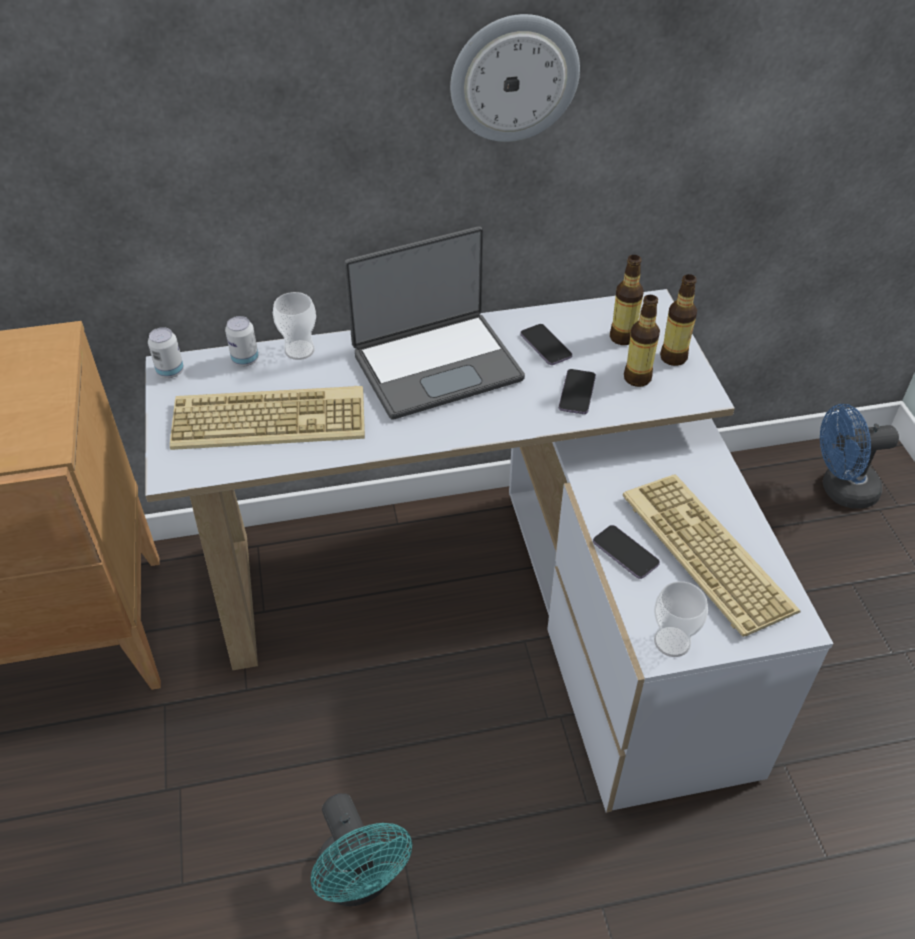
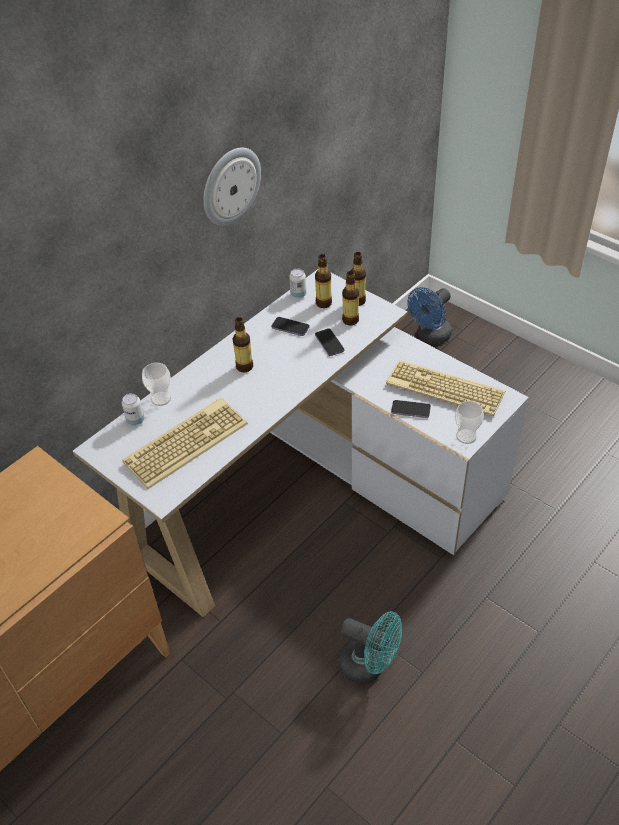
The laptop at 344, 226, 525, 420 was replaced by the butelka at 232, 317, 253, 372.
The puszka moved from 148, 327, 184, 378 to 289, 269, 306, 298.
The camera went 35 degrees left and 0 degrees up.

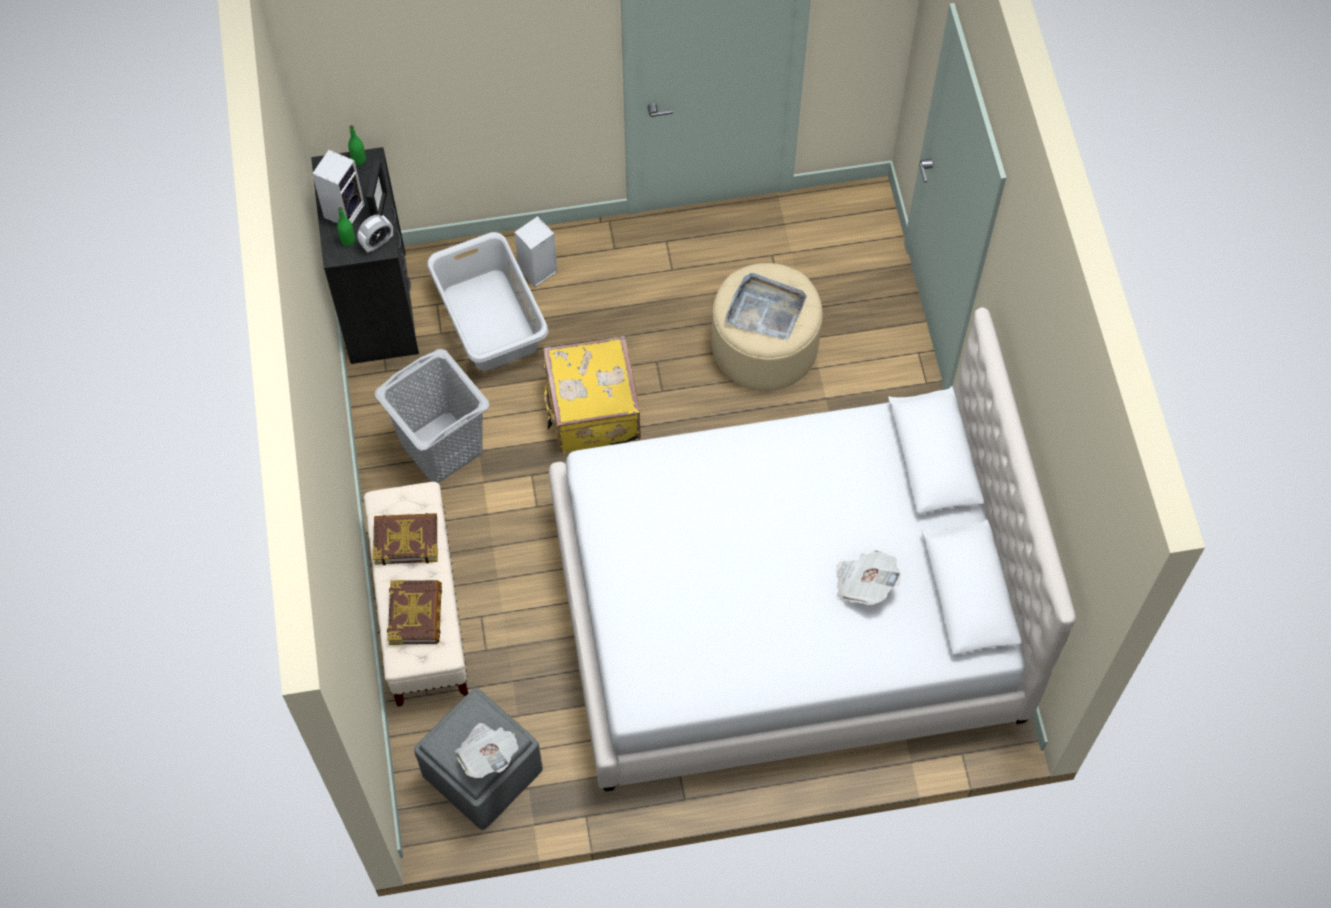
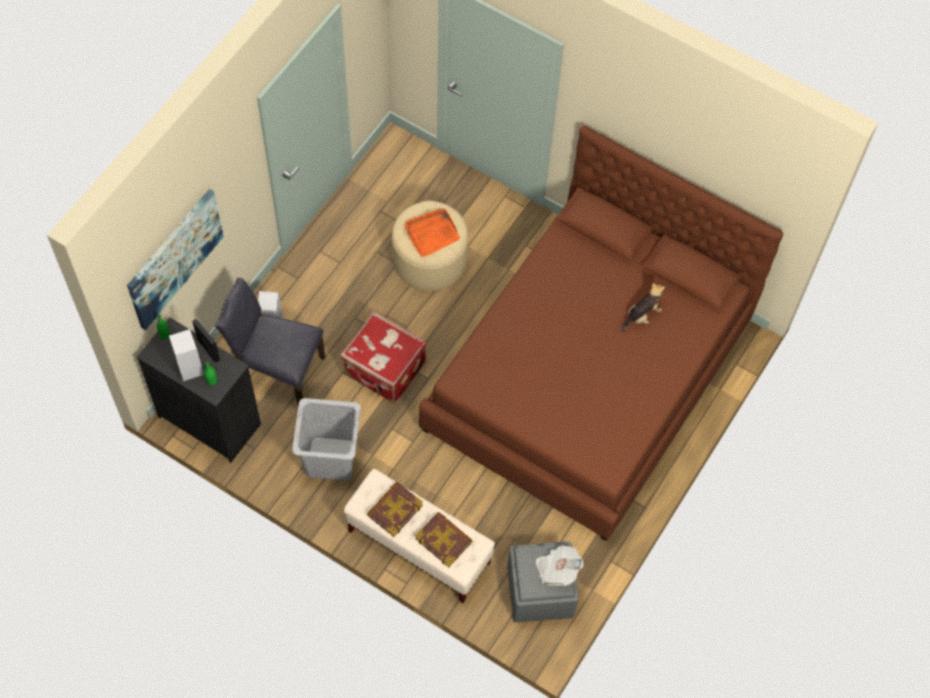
The budzik at 357, 215, 393, 252 disappeared.
The kosz na pranie [szary] at 427, 232, 548, 371 was replaced by the krzesło [szary] at 215, 278, 325, 405.
The taca [szary] at 724, 273, 807, 340 became the taca [pomarańczowy] at 405, 208, 460, 257.
The łóżko [biały] at 549, 307, 1076, 792 became the łóżko [brązowy] at 419, 126, 783, 541.
The walizka [żółty] at 541, 336, 641, 453 became the walizka [czerwony] at 340, 312, 426, 404.
The gazeta at 836, 550, 901, 605 was replaced by the pluszak at 622, 283, 665, 332.
The obraz at 127, 189, 224, 330 appeared.
The camera went 50 degrees left and 0 degrees up.

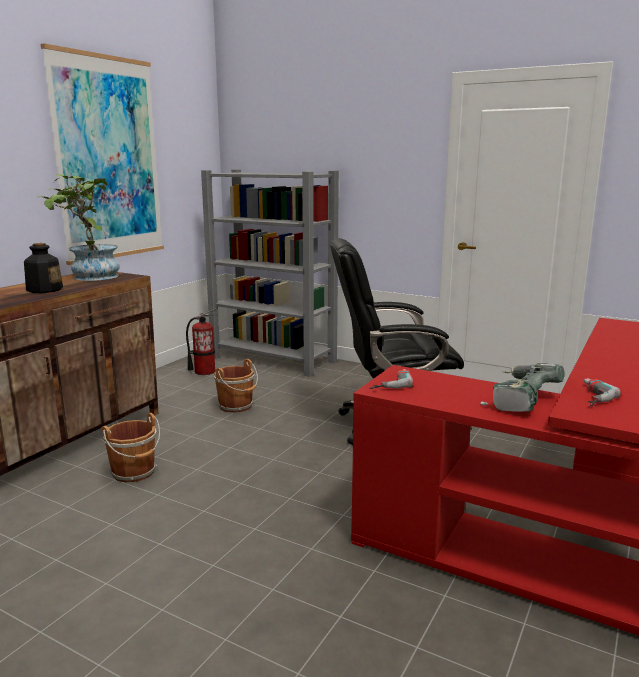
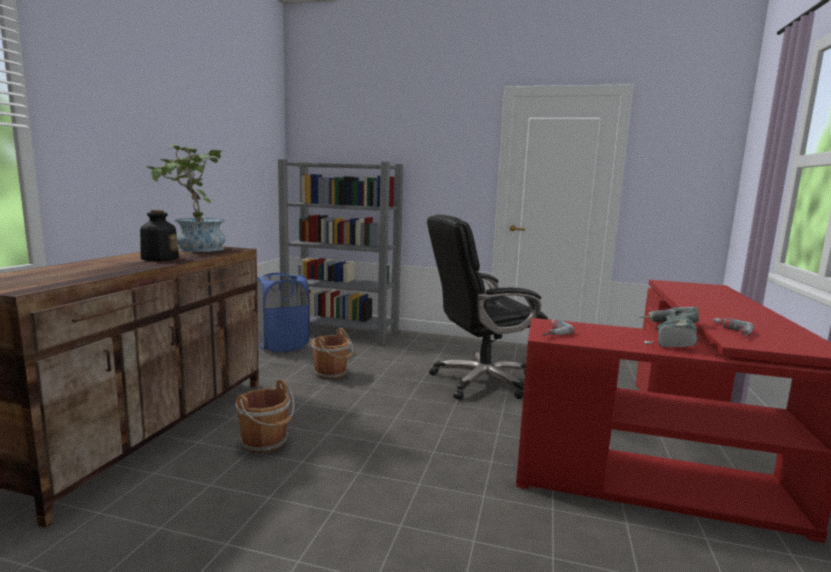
The obraz at 41, 43, 164, 265 disappeared.
The gaśnica at 186, 308, 218, 375 was replaced by the kosz na pranie [niebieski] at 257, 272, 310, 352.
The camera went 15 degrees left and 5 degrees down.

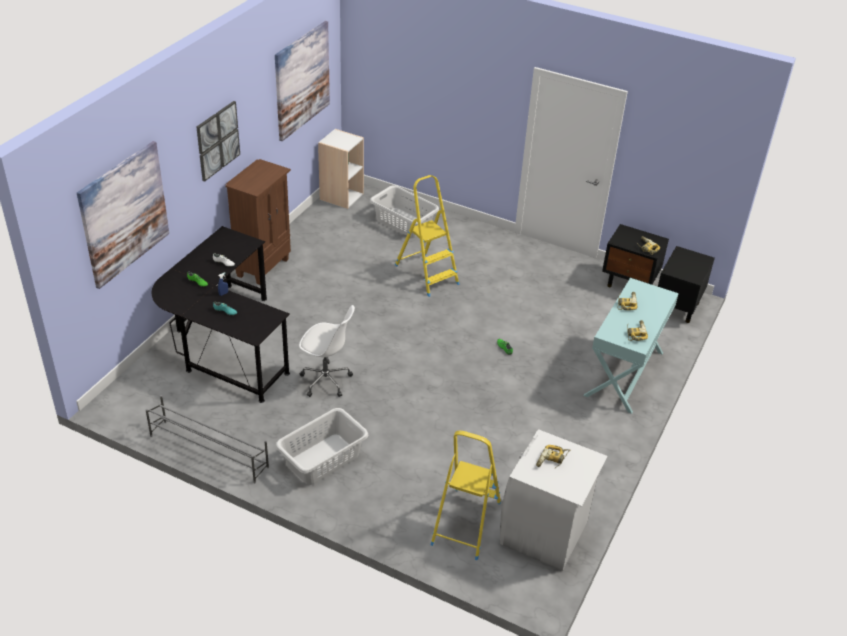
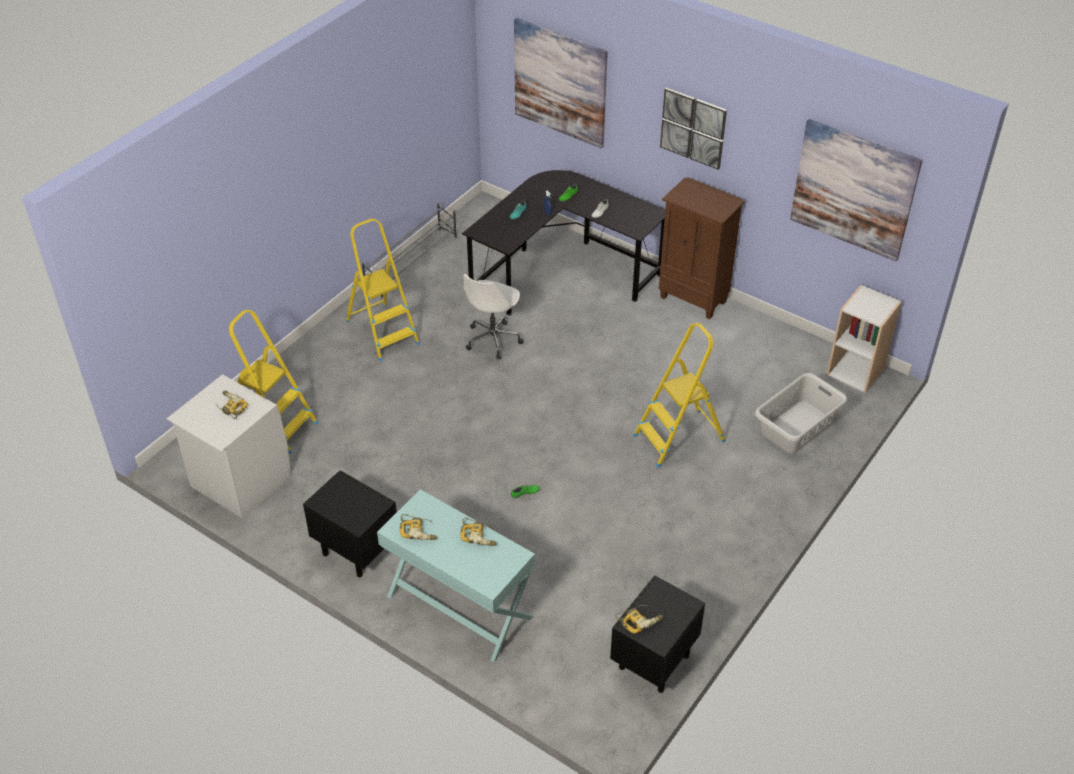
The szafka nocna [czarny] moved from 658, 246, 715, 323 to 303, 470, 397, 577.
The kosz na pranie [szary] at 276, 408, 368, 485 was replaced by the drabinka [żółty] at 346, 219, 420, 362.
The camera went 100 degrees right and 5 degrees up.

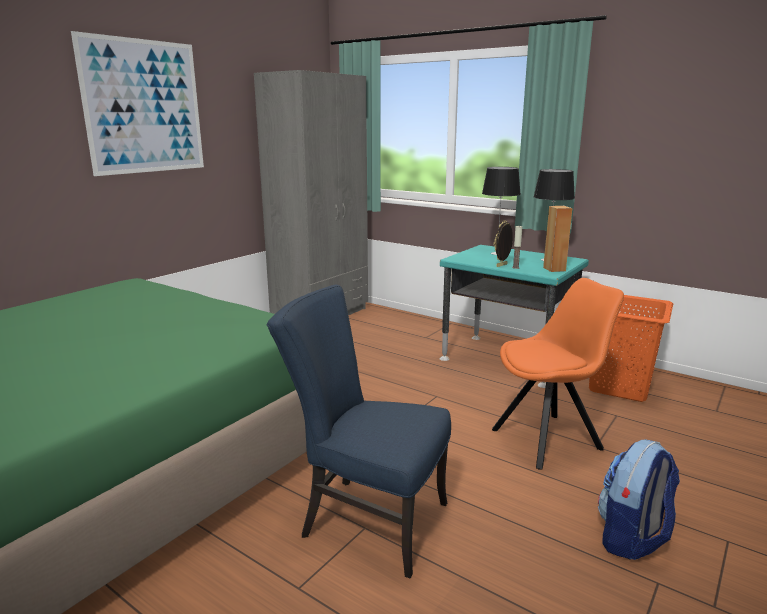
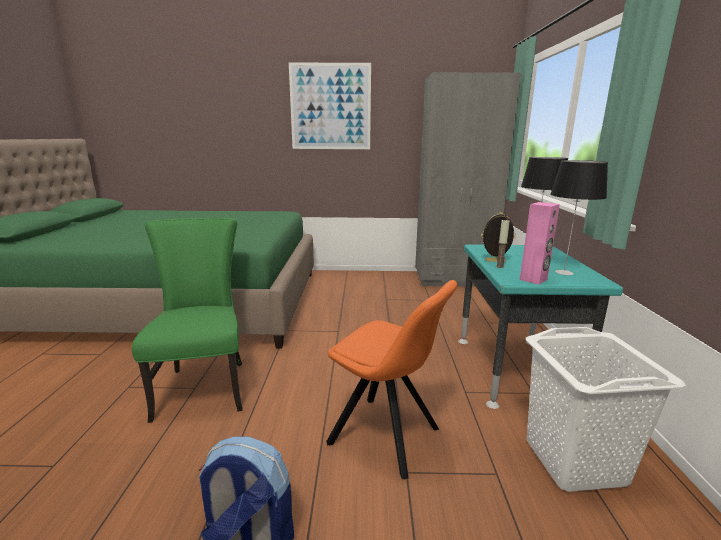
The głośnik [brązowy] at 543, 206, 572, 272 became the głośnik [różowy] at 520, 202, 560, 285.
The krzesło [niebieski] at 267, 285, 451, 579 became the krzesło [zielony] at 132, 218, 243, 423.
The kosz na pranie [pomarańczowy] at 589, 295, 673, 402 became the kosz na pranie [biały] at 526, 327, 686, 492.
The camera went 55 degrees right and 0 degrees up.

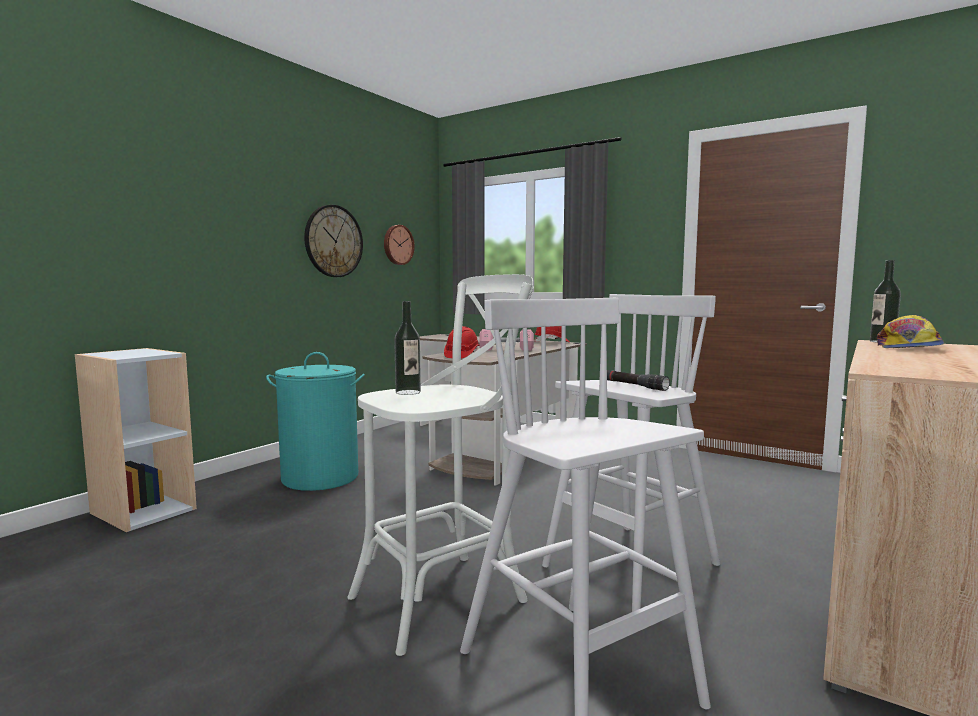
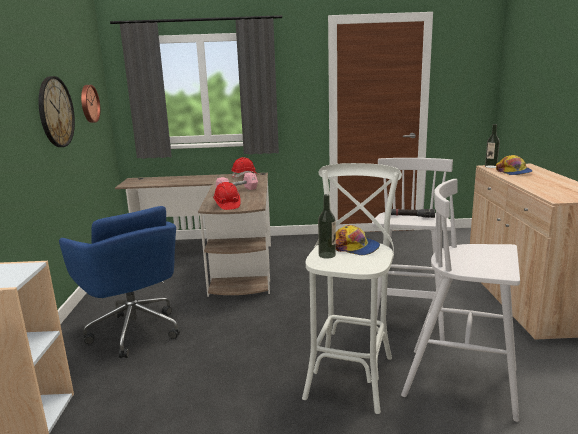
The kosz na pranie [turkusowy] at 266, 352, 365, 491 was replaced by the krzesło biurowe [niebieski] at 59, 206, 180, 358.
The czapka z daszkiem at 336, 225, 380, 255 appeared.
The camera went 35 degrees left and 10 degrees up.

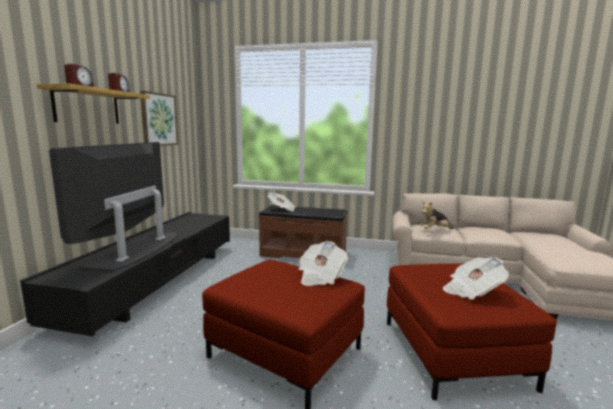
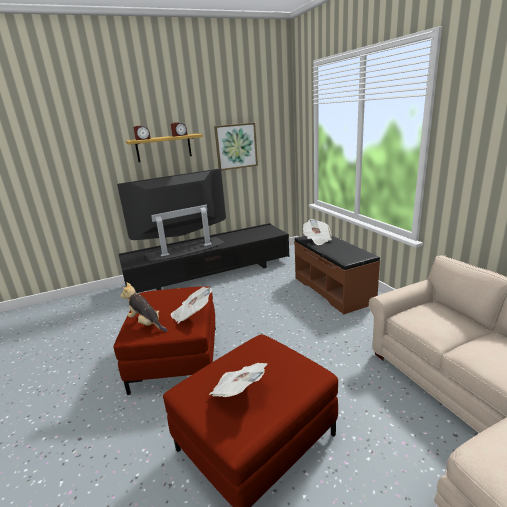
The pluszak moved from 420, 202, 453, 229 to 120, 282, 168, 332.
The camera went 55 degrees right and 10 degrees up.

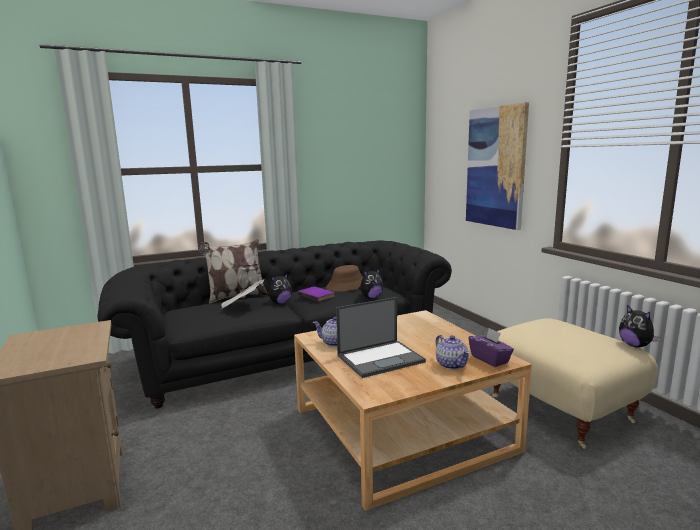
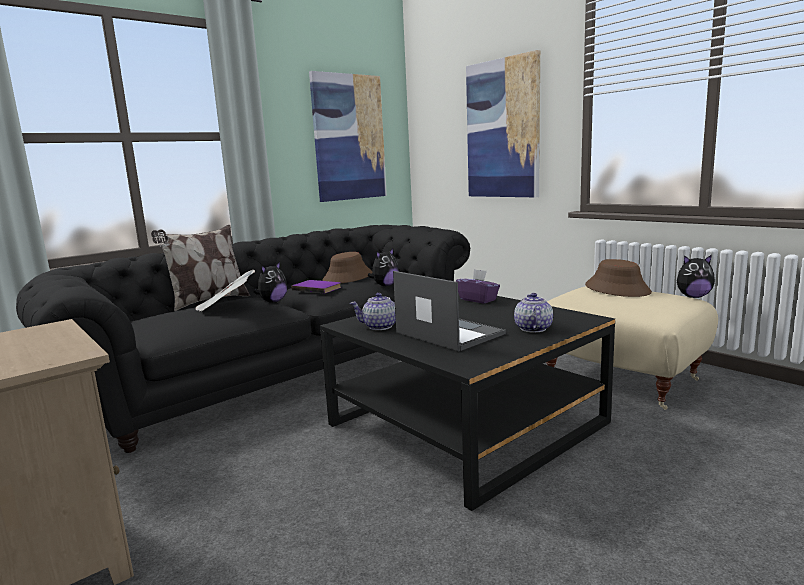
The laptop at 336, 297, 426, 378 turned 90 degrees counterclockwise.
The pluszak at 619, 305, 661, 348 turned 45 degrees counterclockwise.
The ława [beżowy] at 294, 310, 532, 511 became the ława [czarny] at 320, 293, 615, 511.
The pudełko chusteczek [fioletowy] moved from 468, 328, 514, 367 to 456, 269, 500, 304.
The imbryk at 436, 335, 470, 370 turned 135 degrees counterclockwise.
The obraz at 309, 71, 387, 202 appeared.
The kapelusz [brązowy] at 585, 259, 652, 297 appeared.
The camera went 15 degrees left and 0 degrees up.

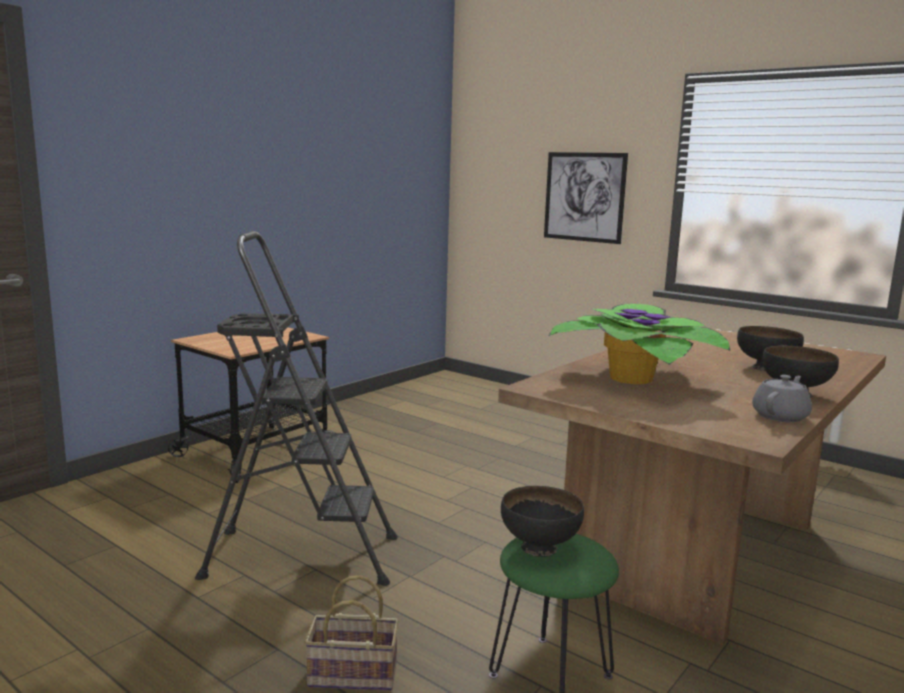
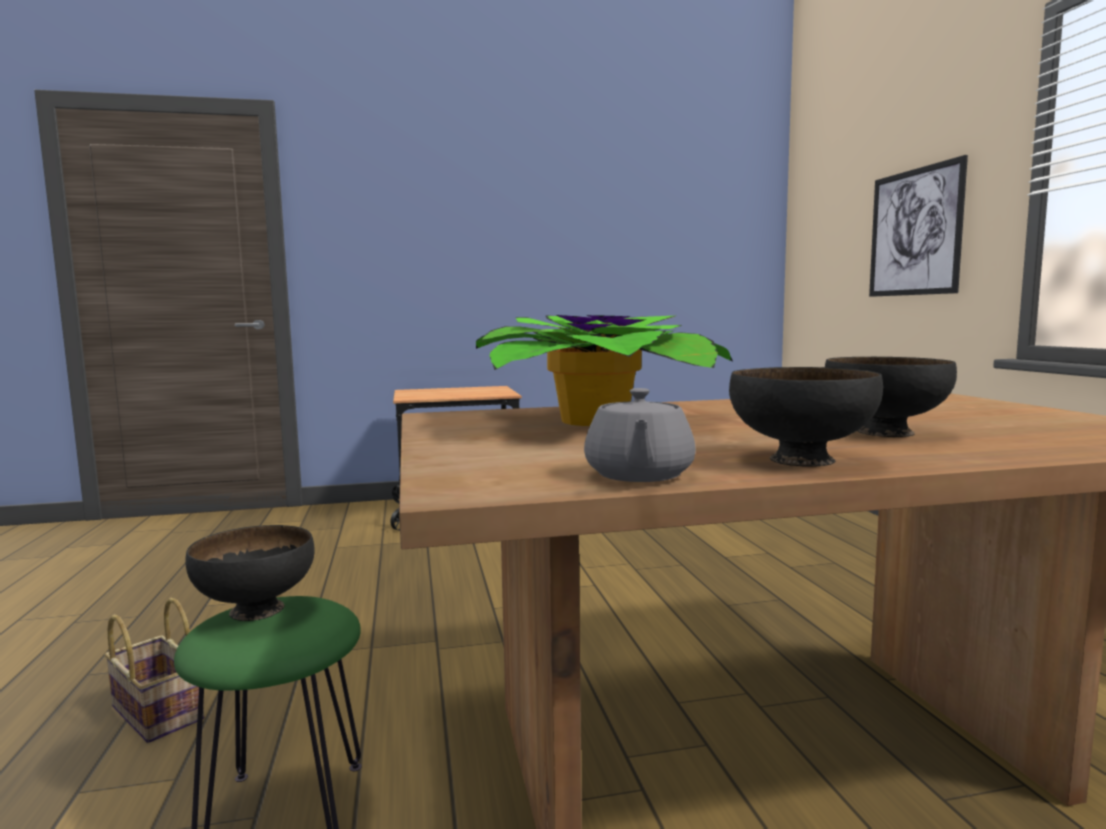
The drabinka at 195, 231, 398, 586 disappeared.
The imbryk [szary] at 752, 375, 812, 422 turned 105 degrees clockwise.
The camera went 40 degrees right and 5 degrees down.

